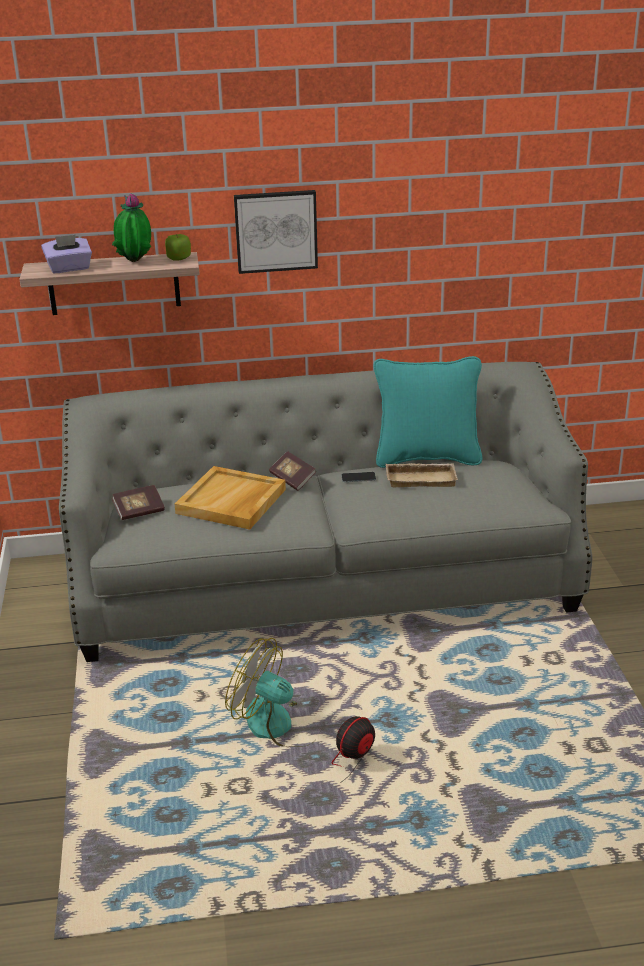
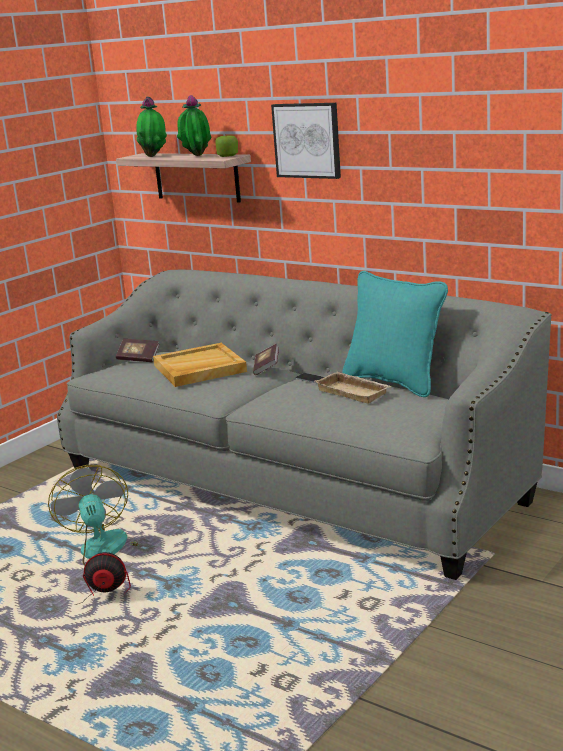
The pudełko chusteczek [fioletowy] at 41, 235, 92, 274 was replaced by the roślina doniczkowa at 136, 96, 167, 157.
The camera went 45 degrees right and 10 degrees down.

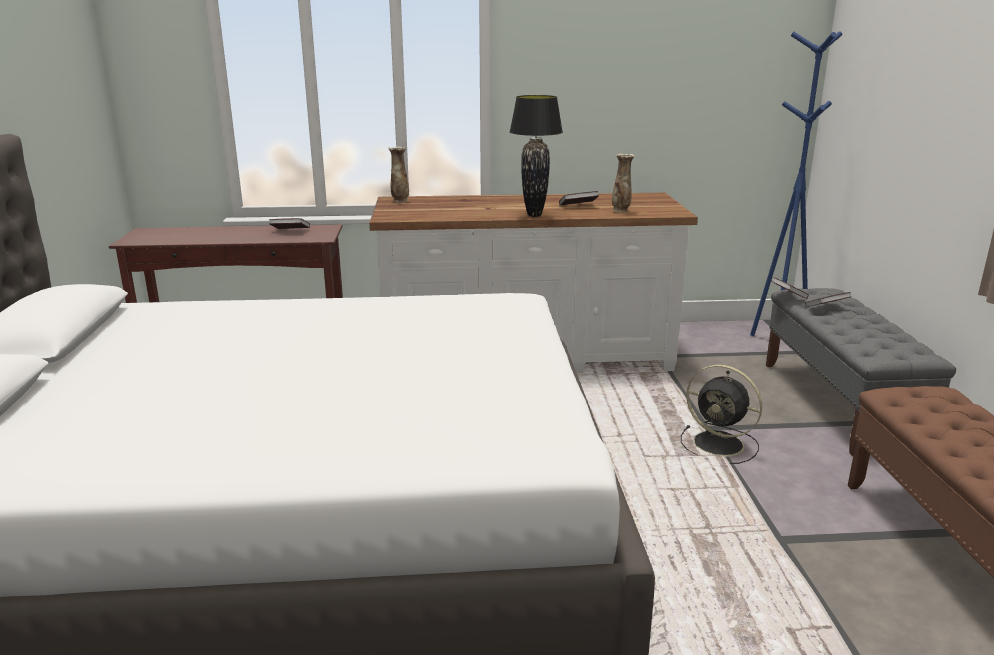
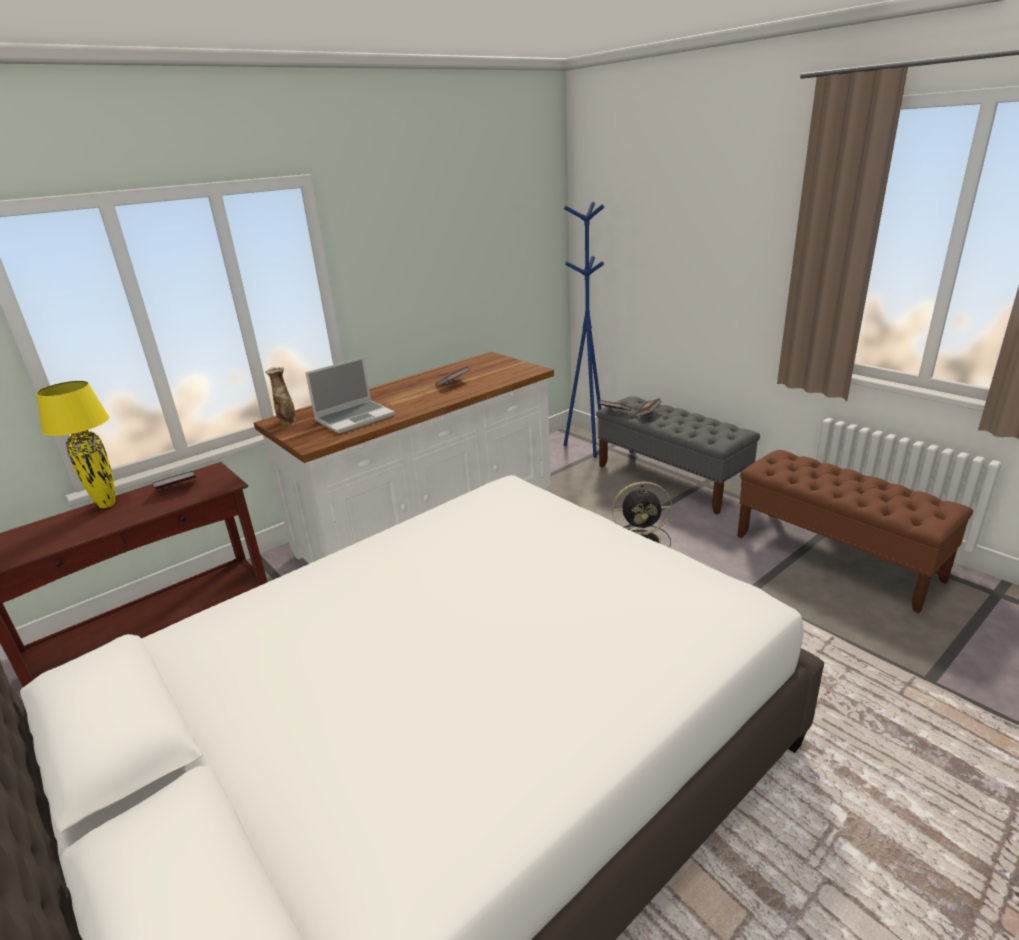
The lampa stołowa [czarny] at 509, 95, 563, 217 disappeared.
The wazon at 612, 153, 635, 213 disappeared.
The laptop at 305, 357, 395, 434 appeared.
The lampa stołowa [żółty] at 36, 381, 115, 508 appeared.
The camera went 35 degrees left and 5 degrees up.

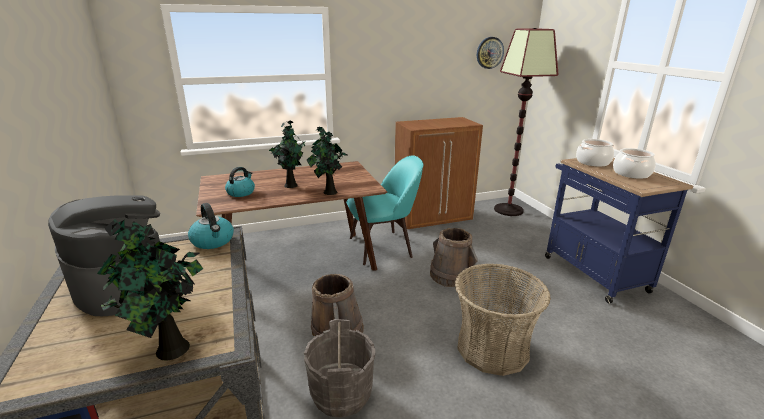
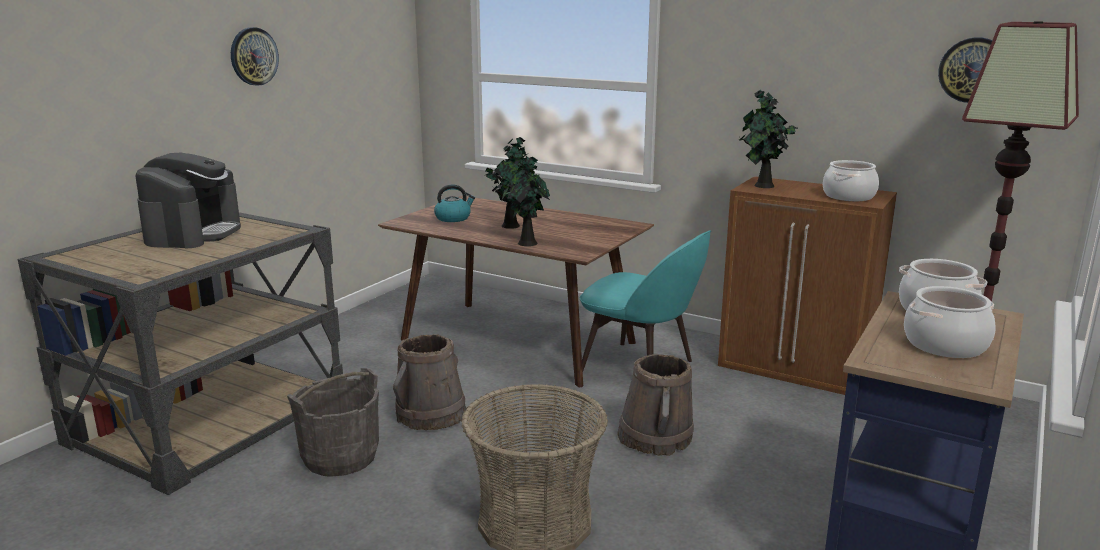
The czajnik at 188, 203, 234, 249 disappeared.
The roślina doniczkowa moved from 97, 219, 203, 361 to 738, 90, 798, 188.
The zegar ścienny at 231, 27, 279, 86 appeared.
The garnek at 823, 160, 879, 201 appeared.
The camera went 50 degrees right and 5 degrees down.

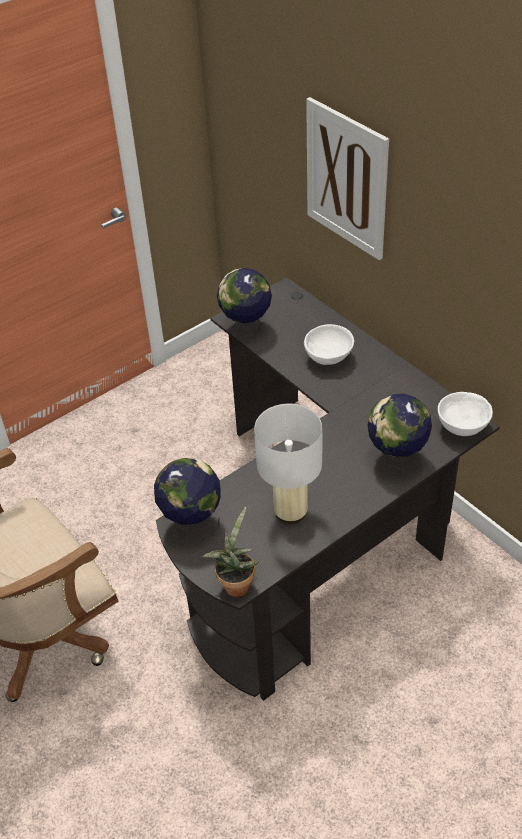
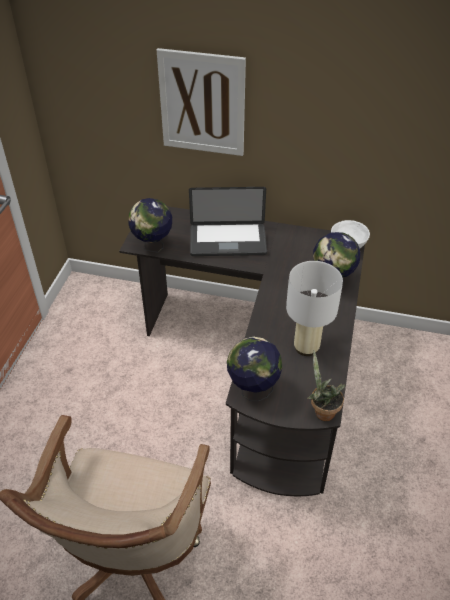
The miska [biały] at 304, 324, 354, 365 was replaced by the laptop at 189, 187, 267, 256.
The camera went 40 degrees left and 0 degrees up.

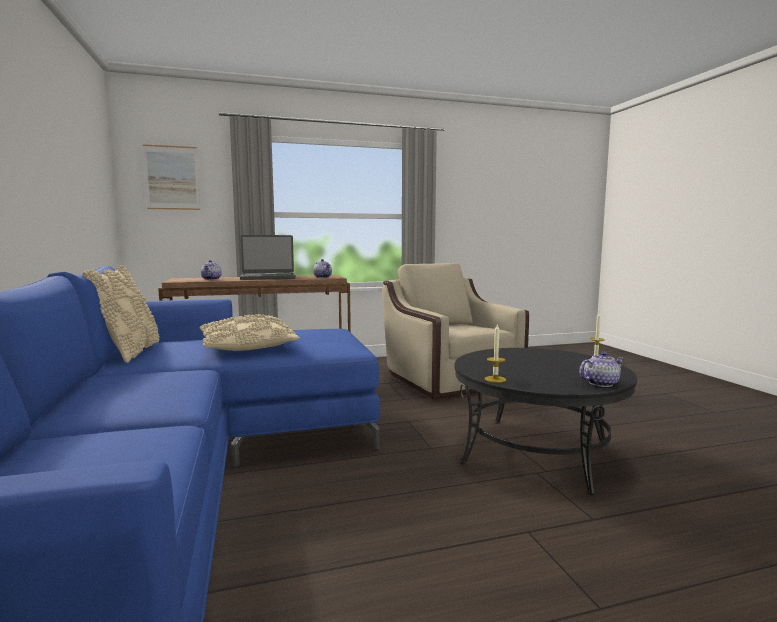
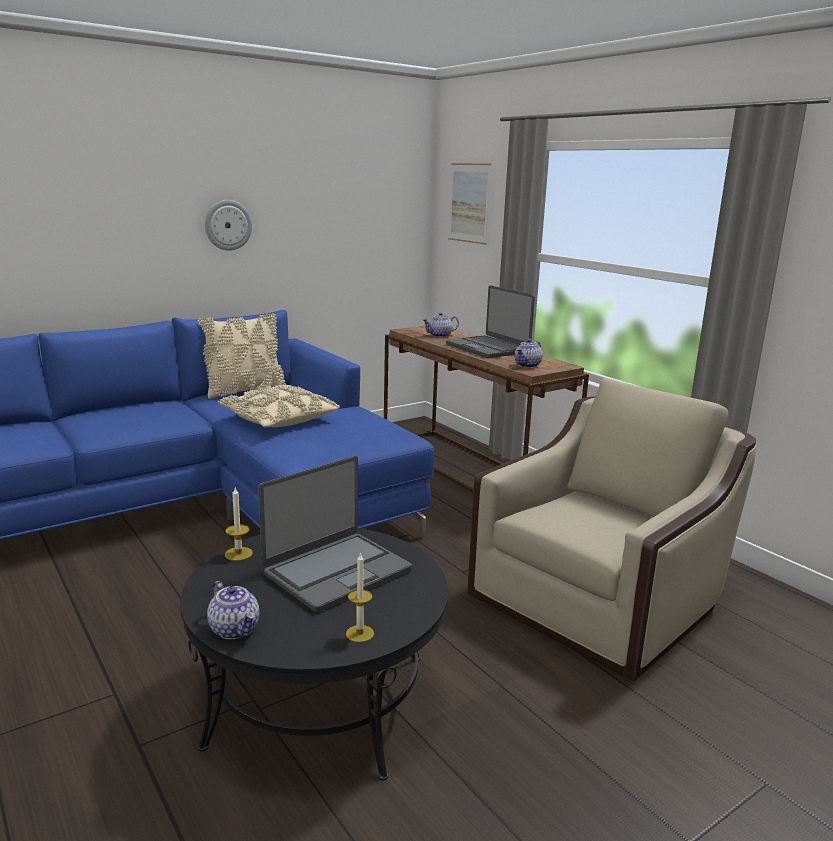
The zegar ścienny at 205, 200, 252, 251 appeared.
The laptop at 258, 456, 412, 612 appeared.
The camera went 70 degrees right and 10 degrees up.

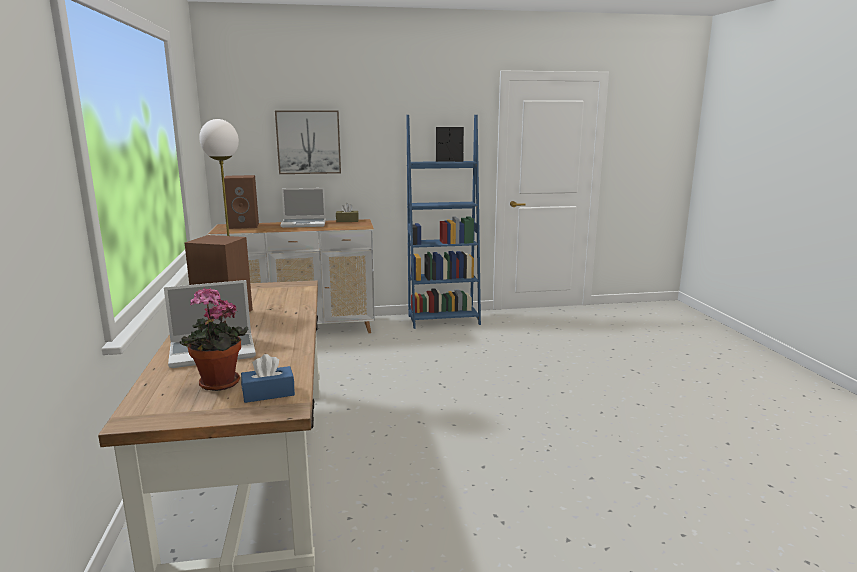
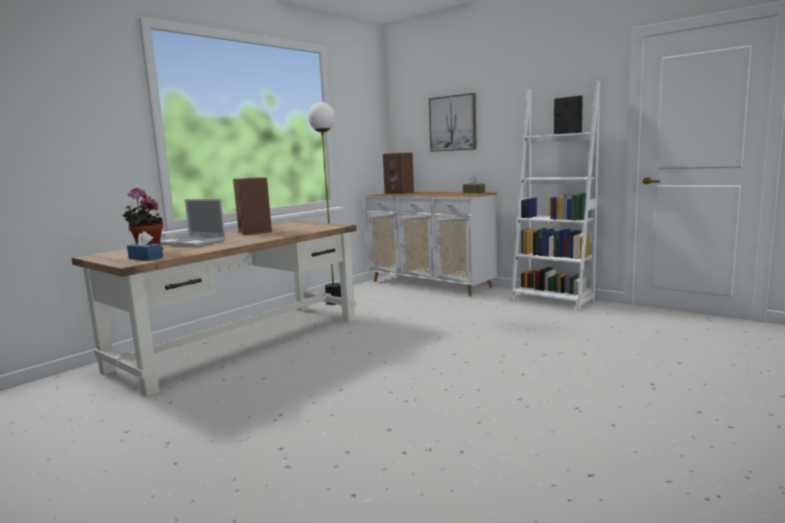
The regał [niebieski] at 406, 115, 481, 329 became the regał [biały] at 511, 81, 600, 311.
The laptop at 280, 188, 326, 228 disappeared.
The camera went 50 degrees right and 5 degrees down.

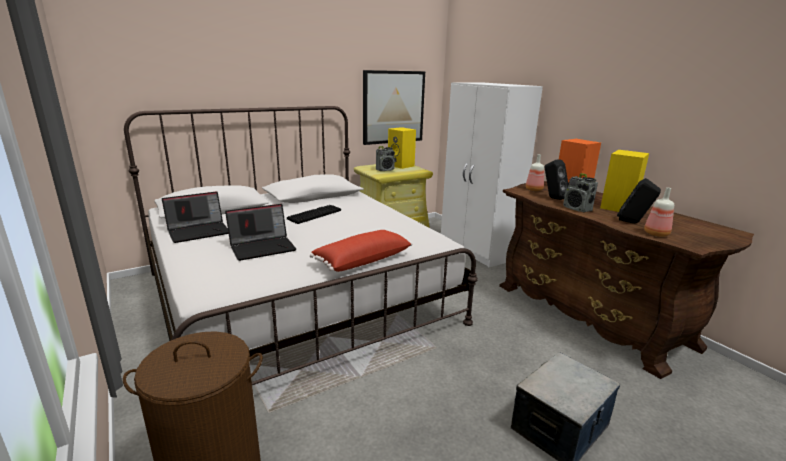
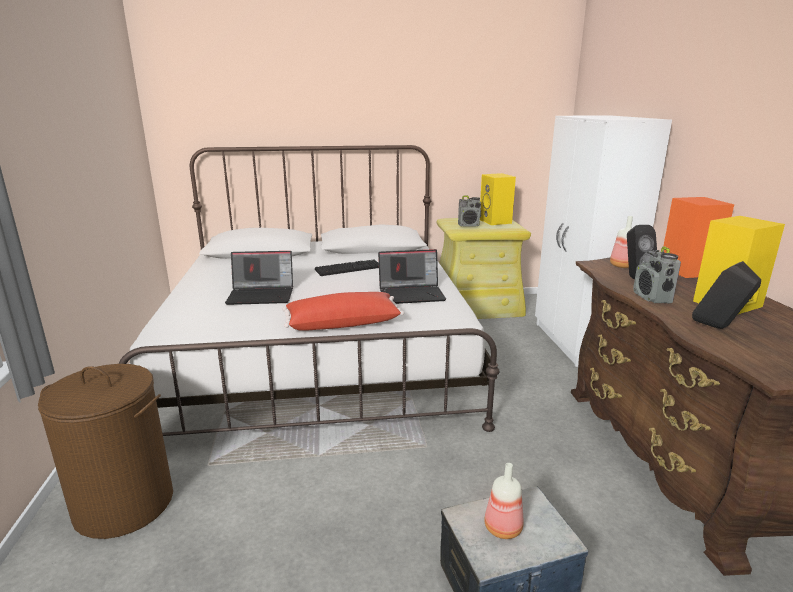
The obraz at 363, 70, 425, 145 disappeared.
The butelka moved from 644, 187, 674, 237 to 484, 463, 523, 539.
The laptop moved from 162, 191, 229, 243 to 378, 249, 446, 304.
The camera went 25 degrees right and 0 degrees up.

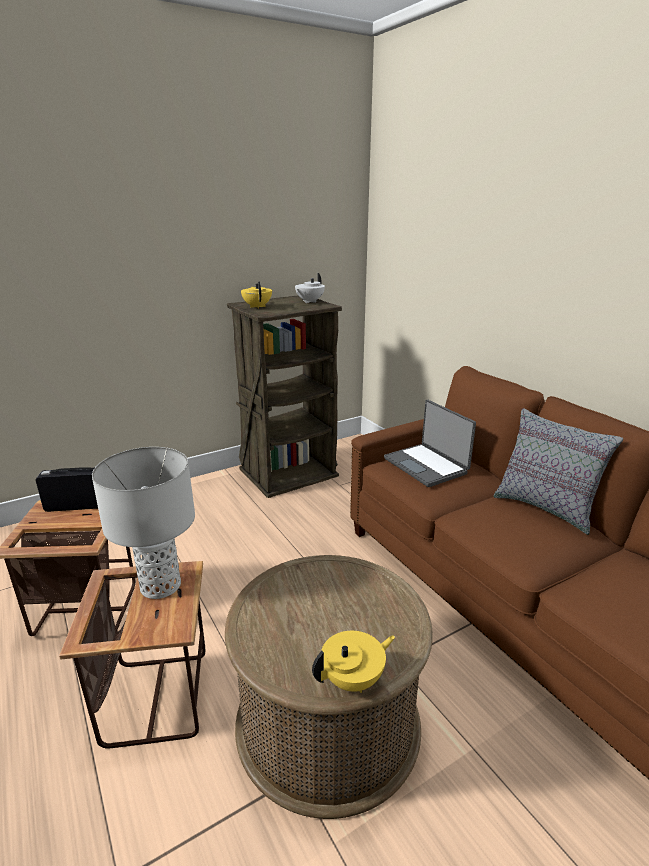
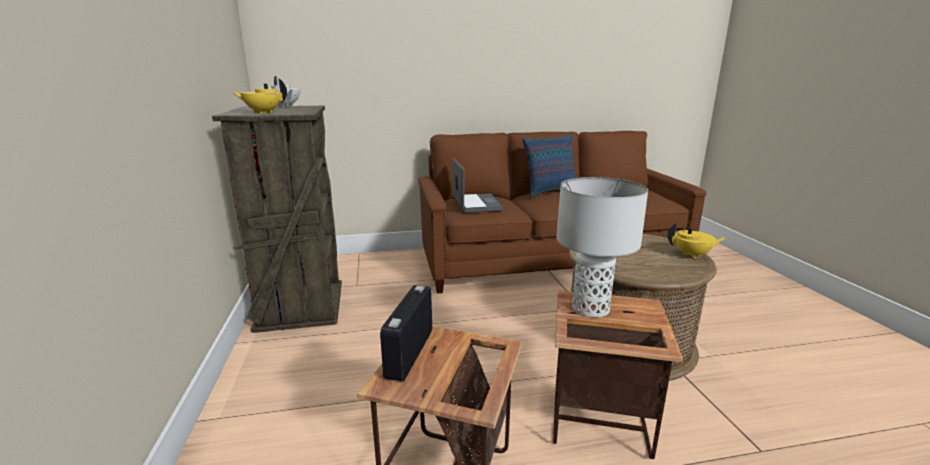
The laptop at 384, 400, 476, 487 turned 90 degrees counterclockwise.
The poduszka [szary] at 494, 408, 623, 535 became the poduszka [niebieski] at 522, 135, 576, 198.
The imbryk [żółty] at 312, 631, 395, 693 turned 105 degrees clockwise.
The camera went 70 degrees left and 5 degrees down.

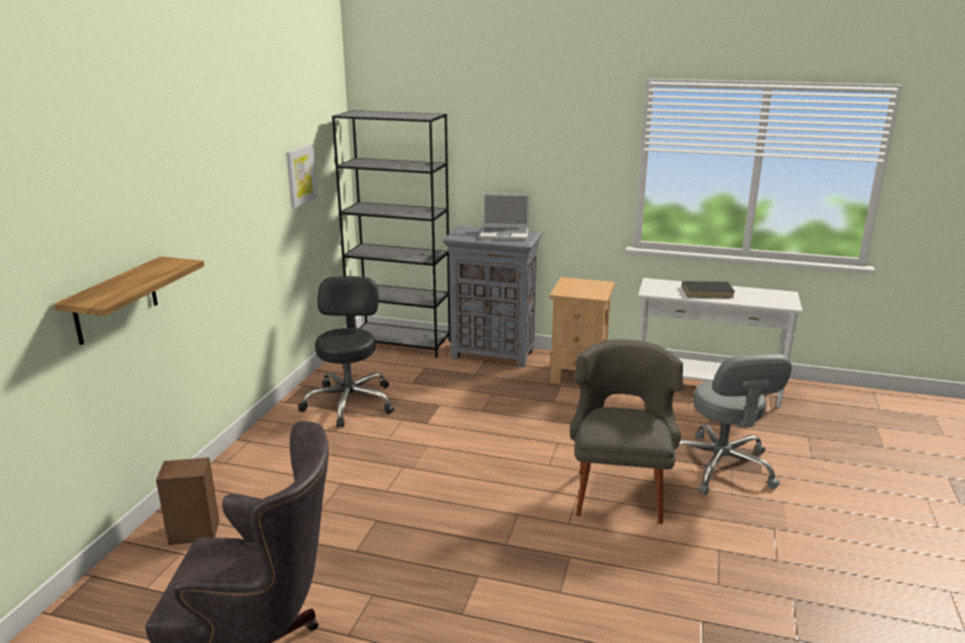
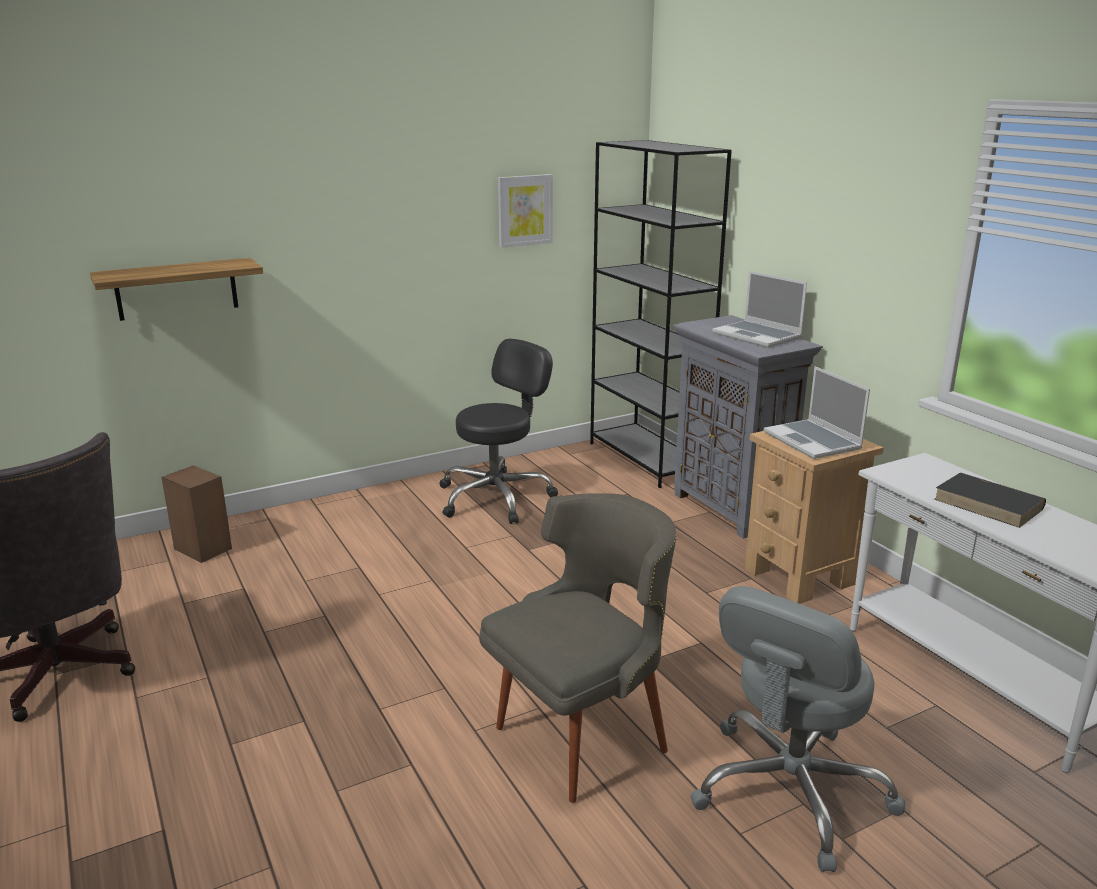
The laptop at 764, 366, 870, 459 appeared.
The camera went 45 degrees right and 0 degrees up.

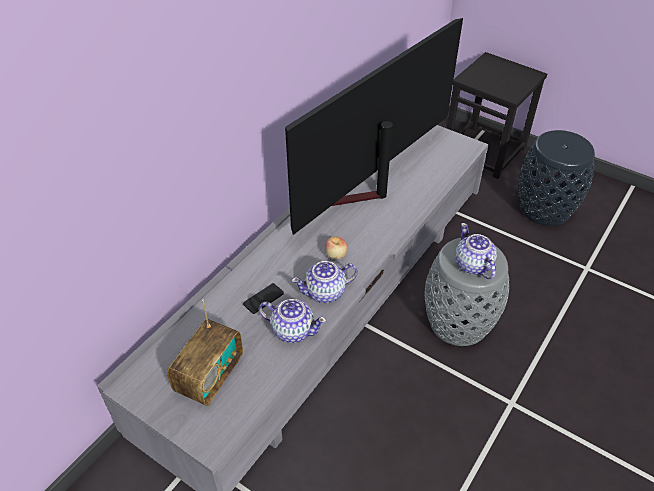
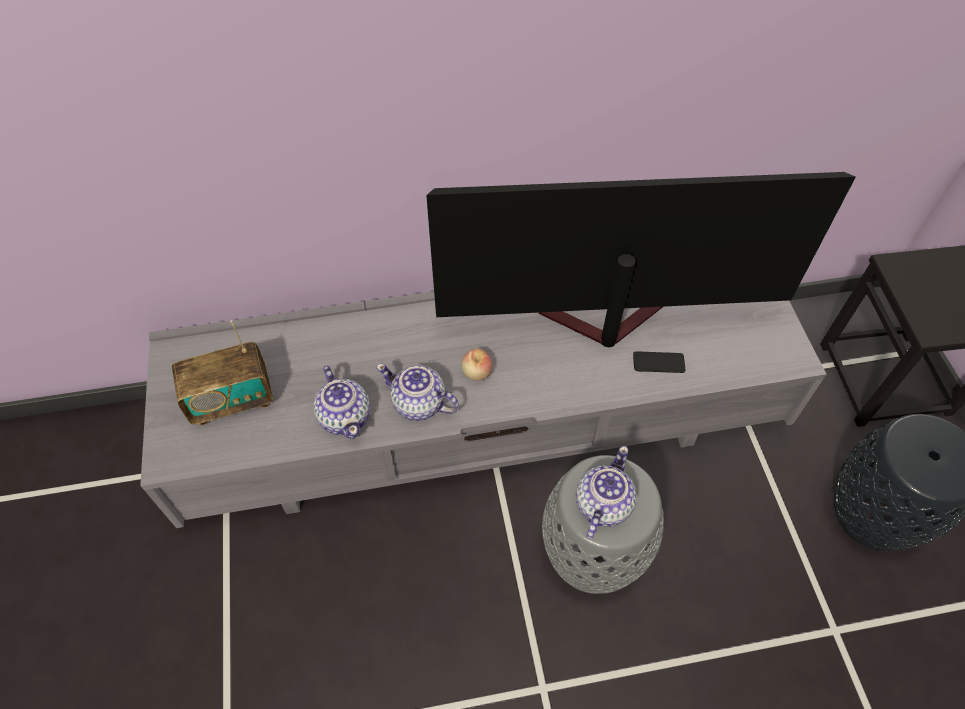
The telefon moved from 243, 283, 284, 314 to 633, 351, 685, 373.
The camera went 45 degrees right and 10 degrees up.

